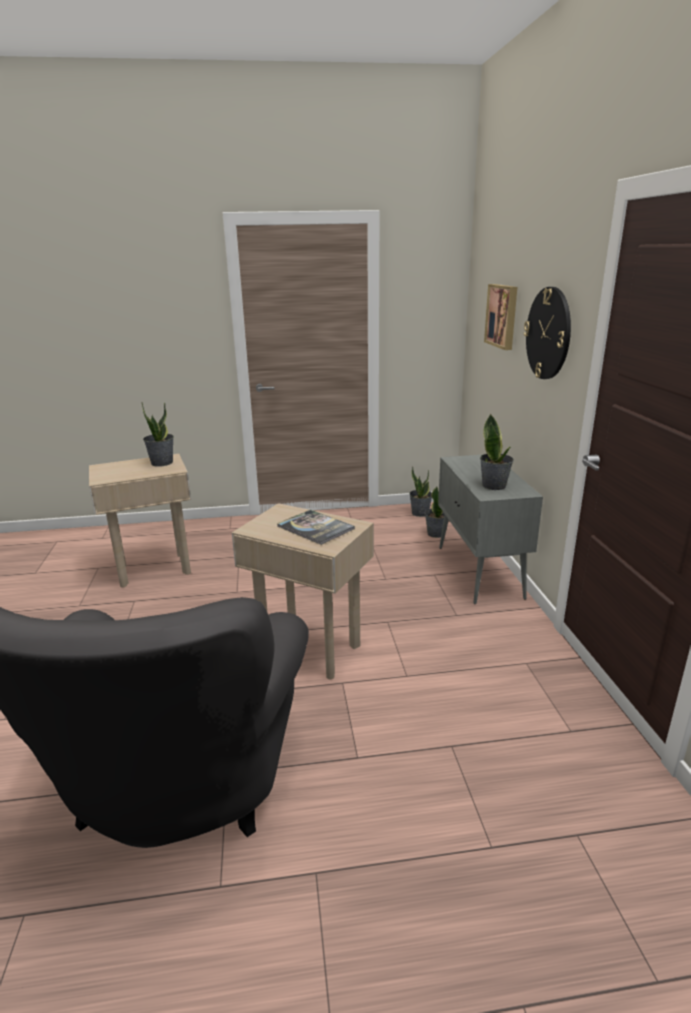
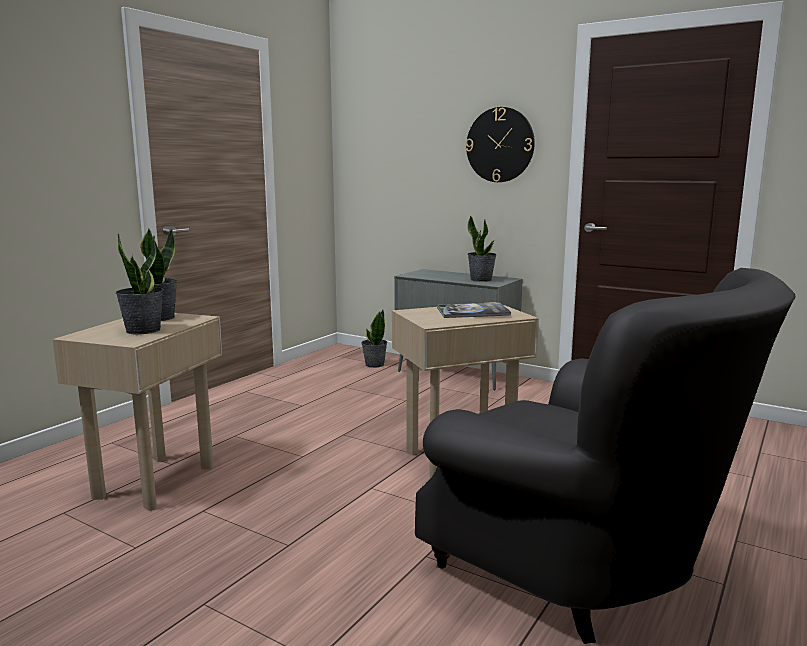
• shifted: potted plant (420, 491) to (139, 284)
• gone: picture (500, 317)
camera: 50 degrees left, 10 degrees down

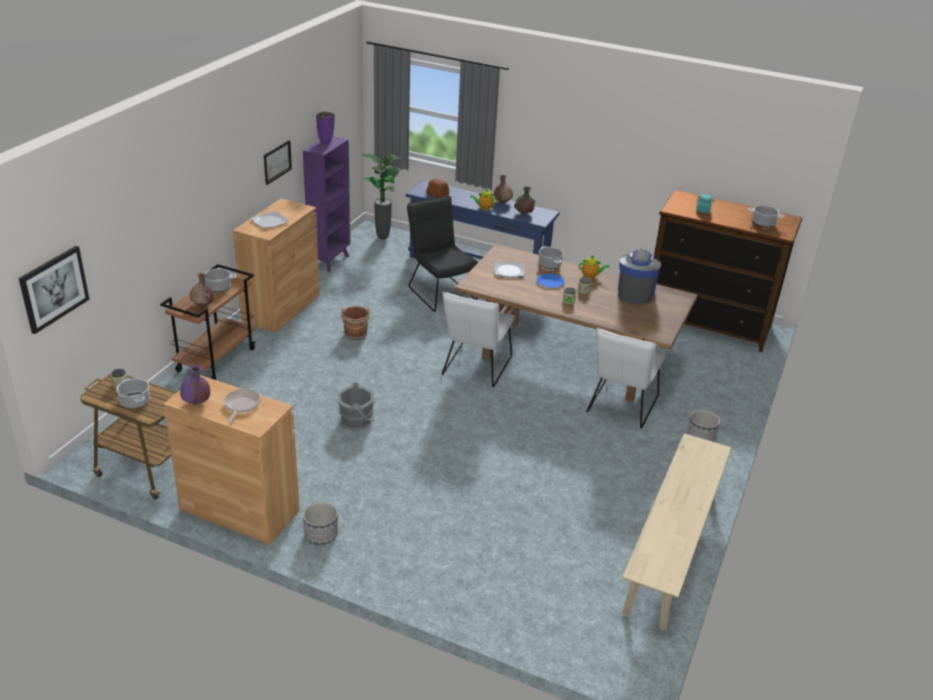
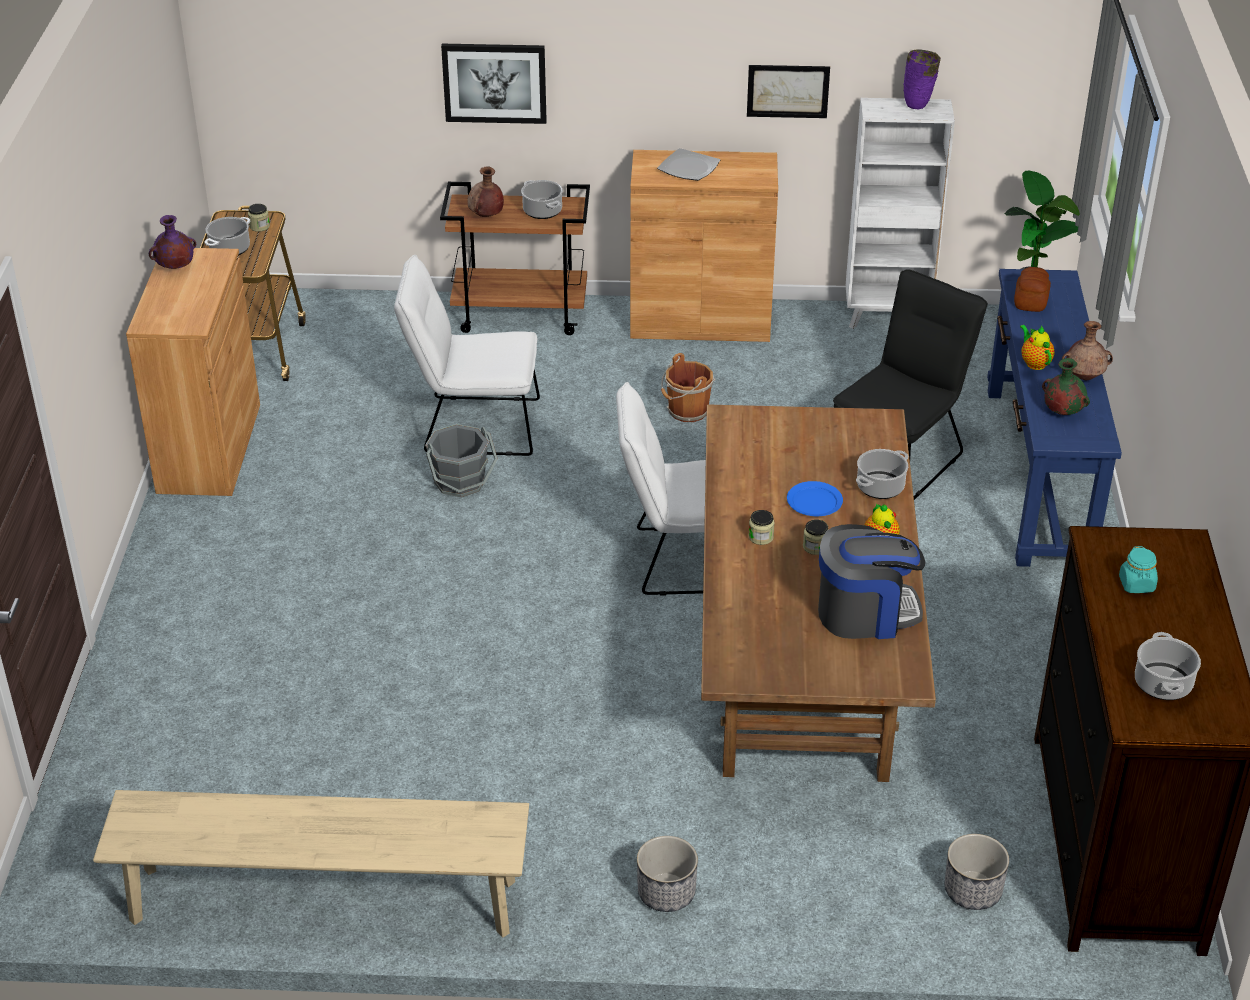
• shifted: white chair (625, 378) to (467, 355)
• shifted: picture (54, 290) to (494, 84)
• repainted: purple bookcase (327, 204) to white bookcase (900, 213)
• shifted: planter (320, 523) to (977, 872)
• gone: frying pan (242, 406)
• gone: plate (509, 269)
camera: 70 degrees right, 5 degrees up

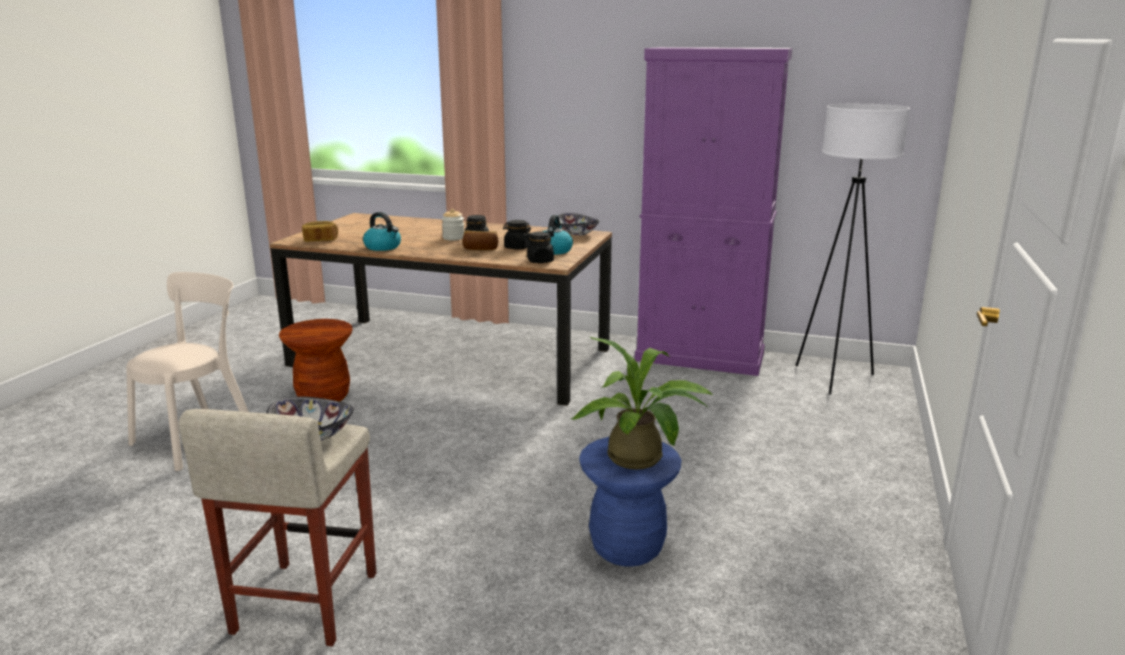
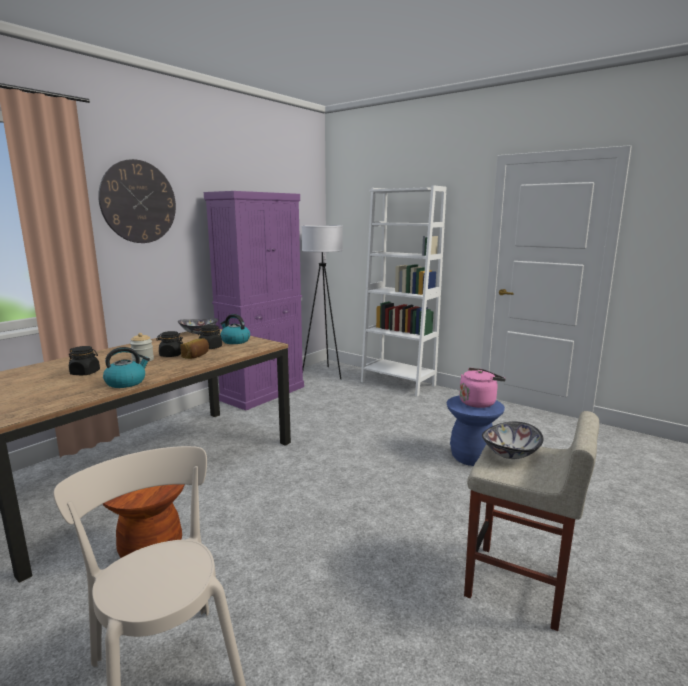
• shifted: black jar (540, 247) to (84, 360)
• new: wall clock (137, 201)
• new: white bookcase (403, 290)
• swapped: potted plant (642, 403) to pink kettle (482, 388)
• gone: bread (320, 231)
camera: 70 degrees left, 5 degrees down

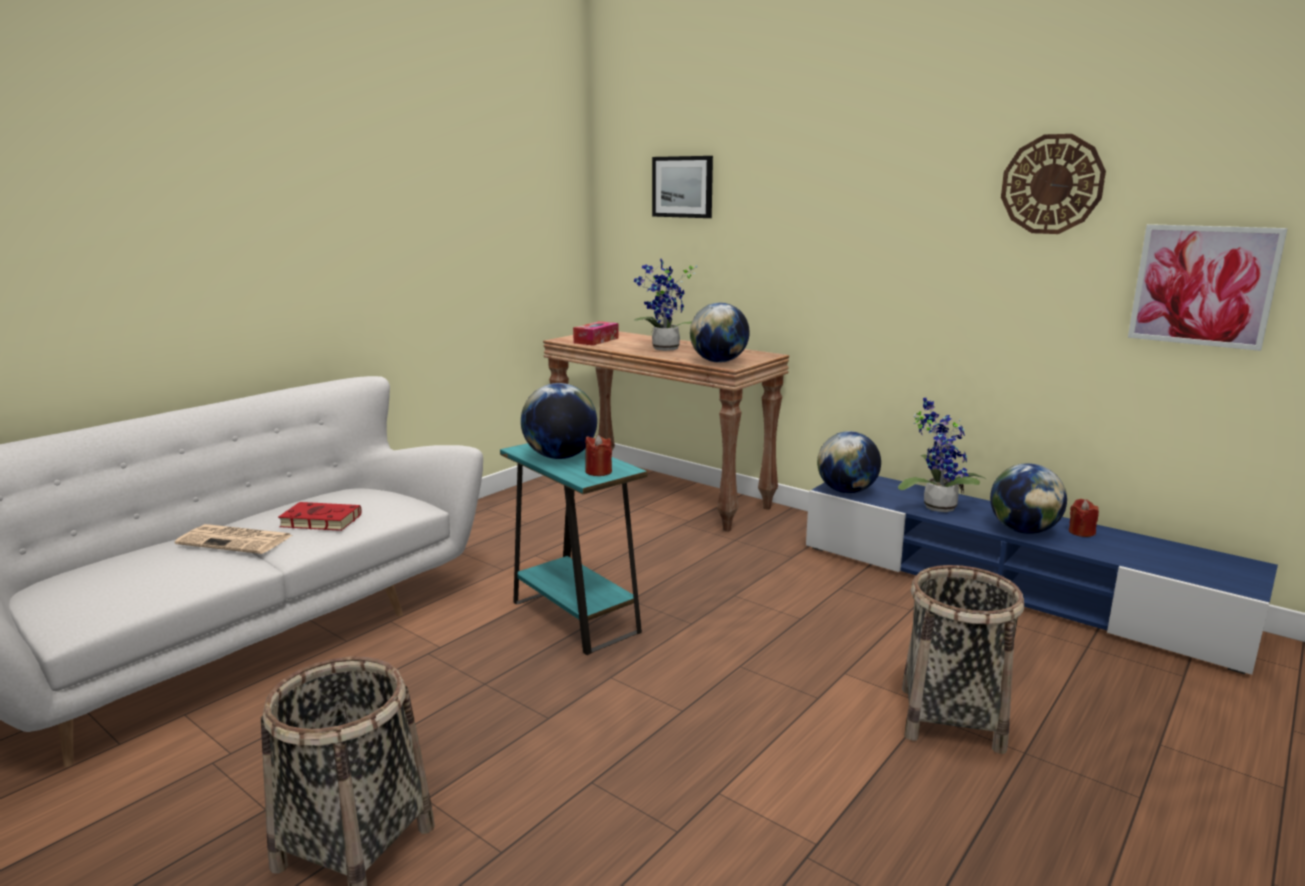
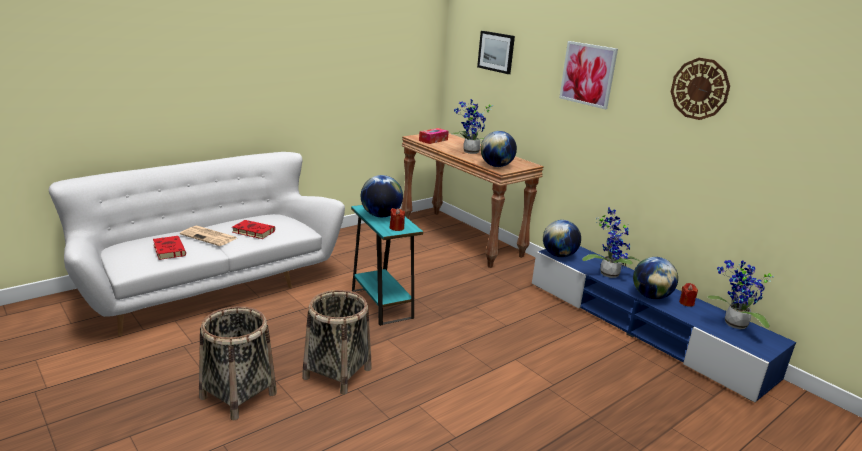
• new: red book (169, 248)
• shifted: basket (963, 659) to (336, 342)
• shifted: picture (1208, 287) to (588, 75)
• new: potted plant (740, 294)
camera: 10 degrees right, 5 degrees up

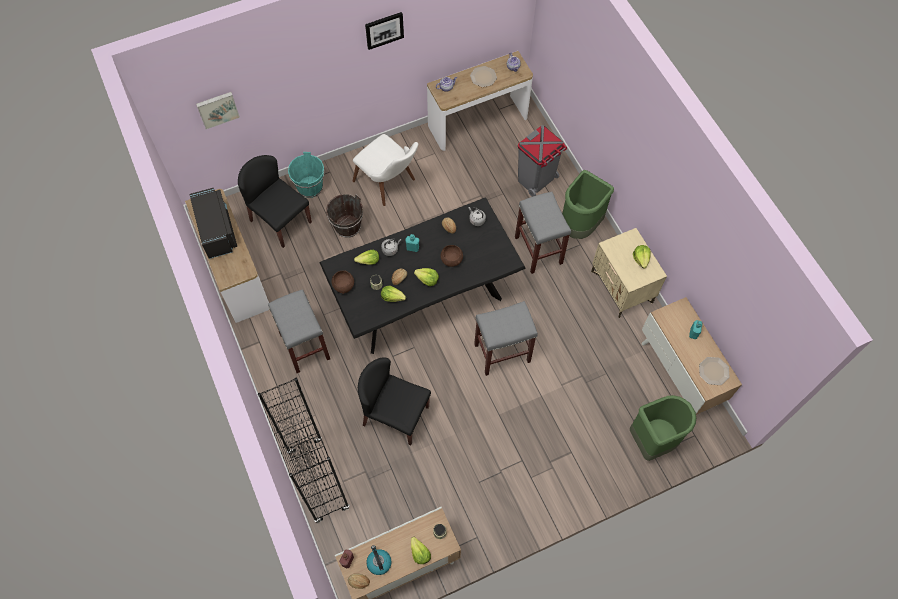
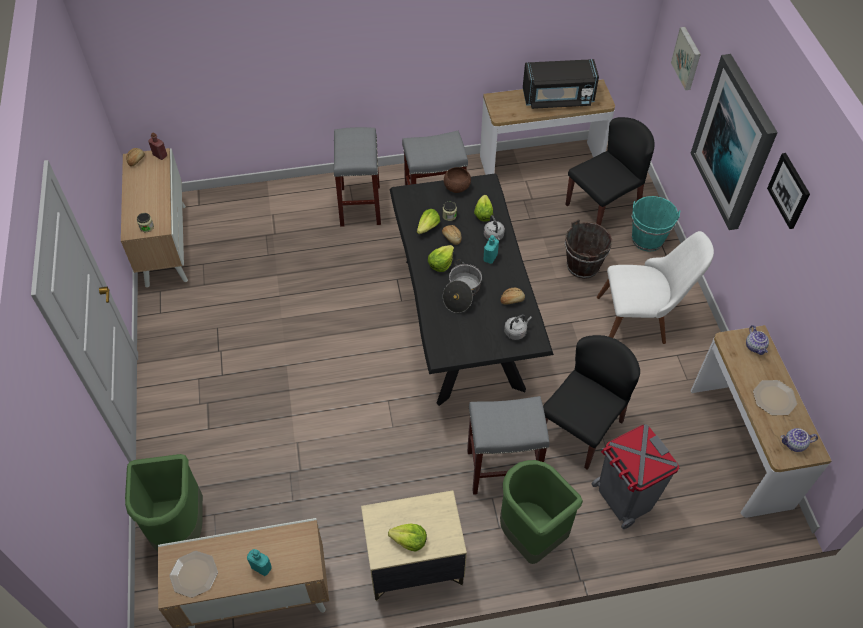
• shifted: grey stool (506, 338) to (357, 177)
• swapped: brown bowl (452, 256) to cooking pot (462, 286)
• shifted: black chair (394, 401) to (591, 402)
• rotated: white chair (385, 170) = (655, 287) 150 degrees counterclockwise
• new: picture (734, 142)
• gone: black bookcase (304, 450)
• gone: kettle (378, 560)
• gone: lettuce (421, 550)
camera: 105 degrees right, 10 degrees down

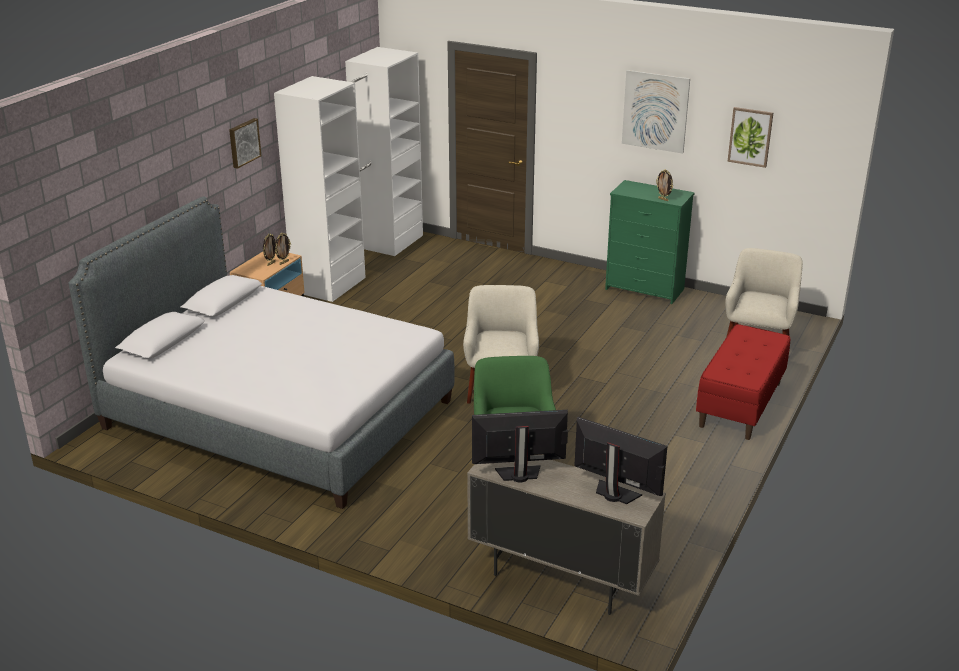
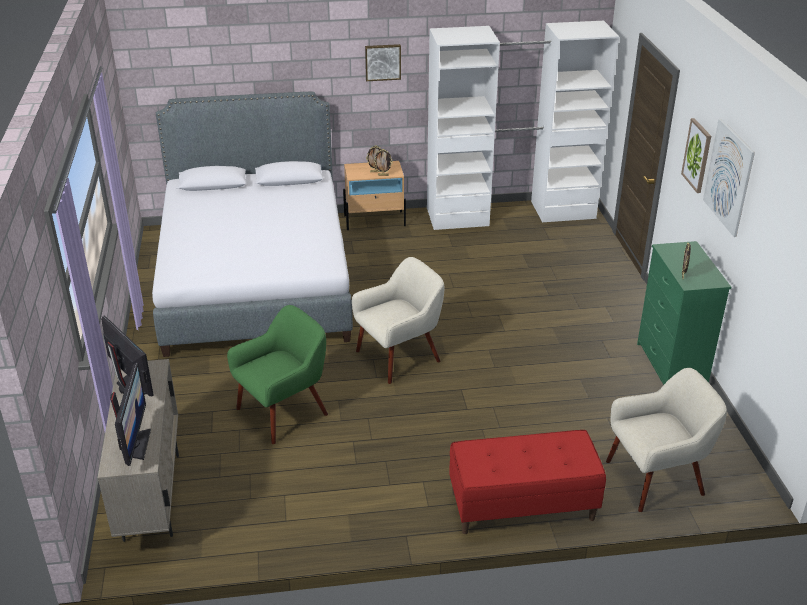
• shifted: picture (750, 137) to (696, 155)
camera: 55 degrees right, 5 degrees up

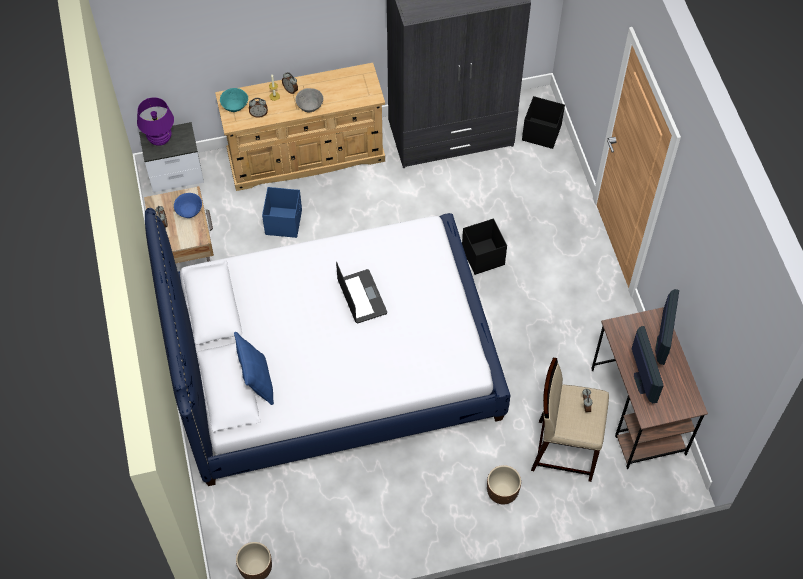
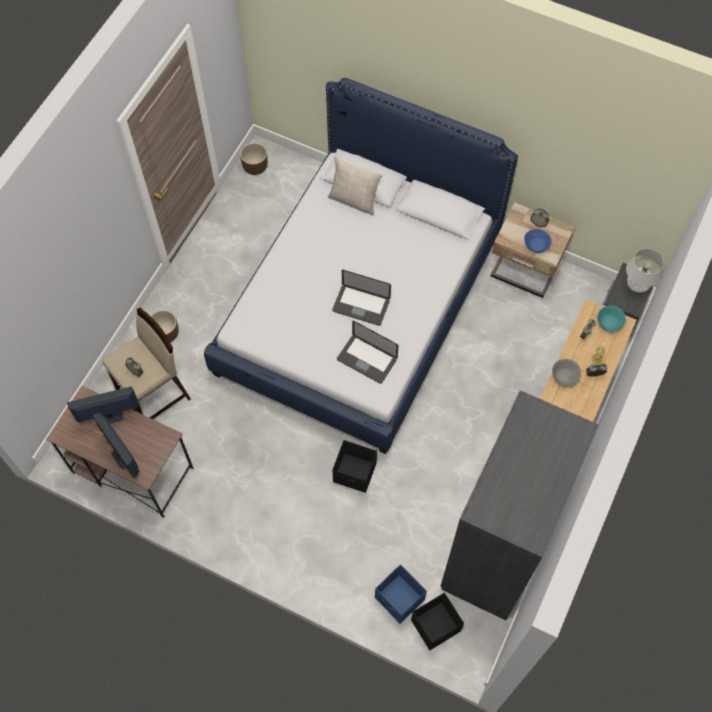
• rotated: monitor (648, 364) = (103, 405) 135 degrees clockwise
• repainted: blue pillow (254, 368) to beige pillow (355, 186)
• new: laptop (368, 352)
• shifted: blue storage box (282, 212) to (401, 594)
• repainted: purple table lamp (155, 121) to white table lamp (645, 270)
camera: 130 degrees right, 5 degrees up

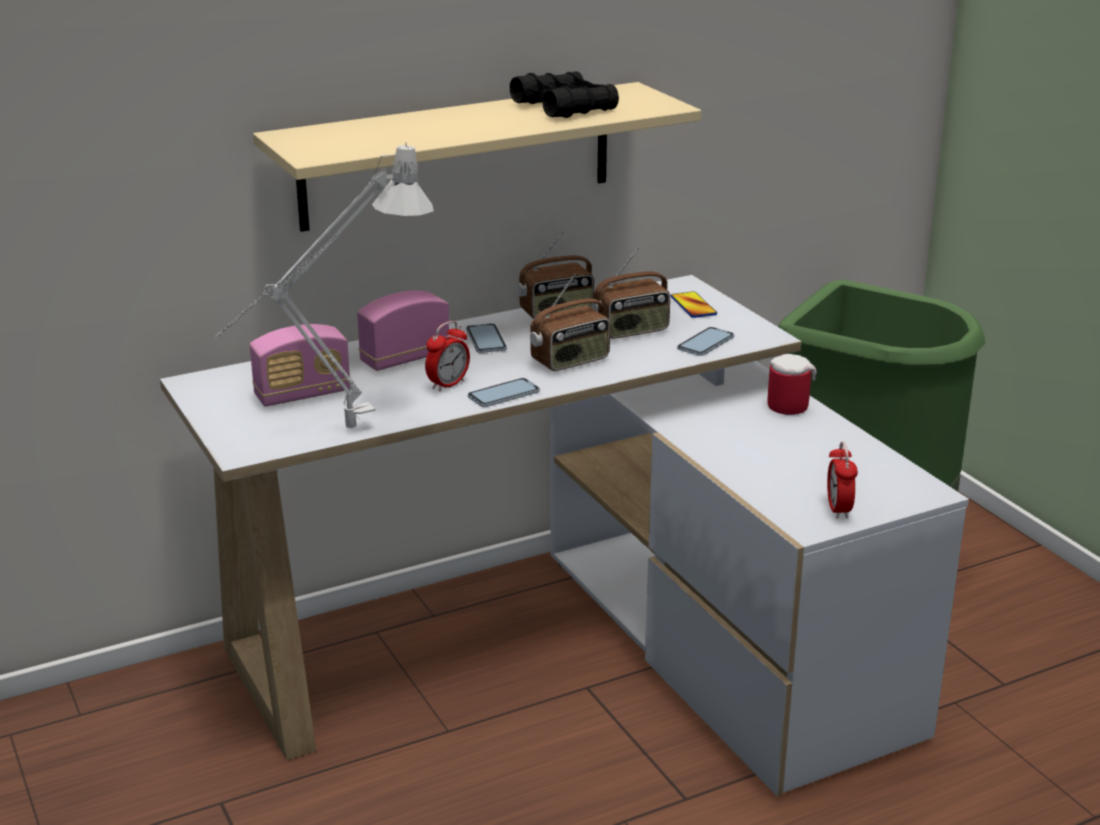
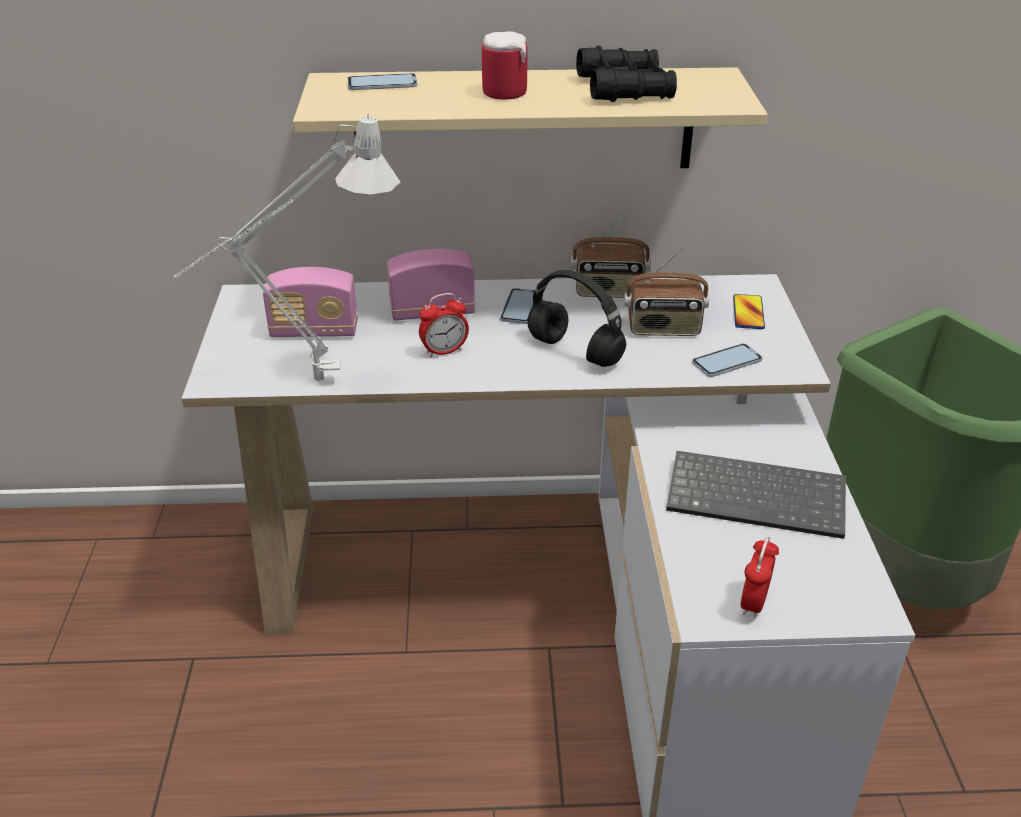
• shifted: phone (504, 392) to (382, 81)
• shifted: mug (792, 384) to (504, 65)
• swapped: radio (570, 322) to black headphones (576, 318)
• new: keyboard (756, 495)
camera: 25 degrees right, 10 degrees up

